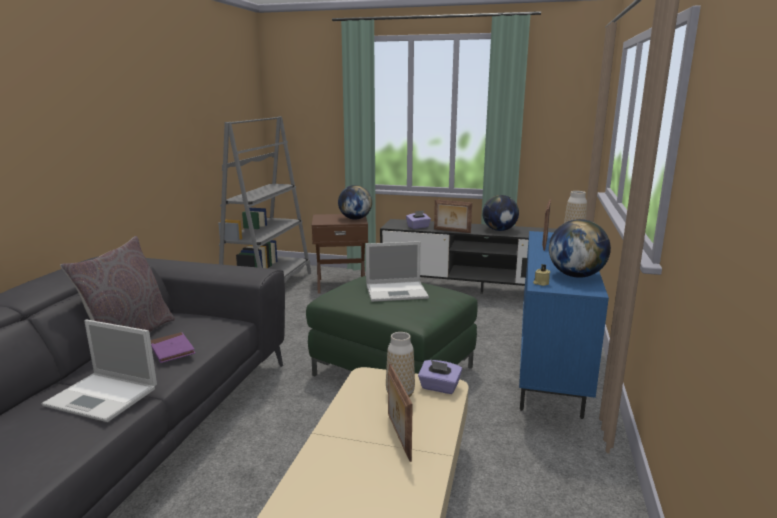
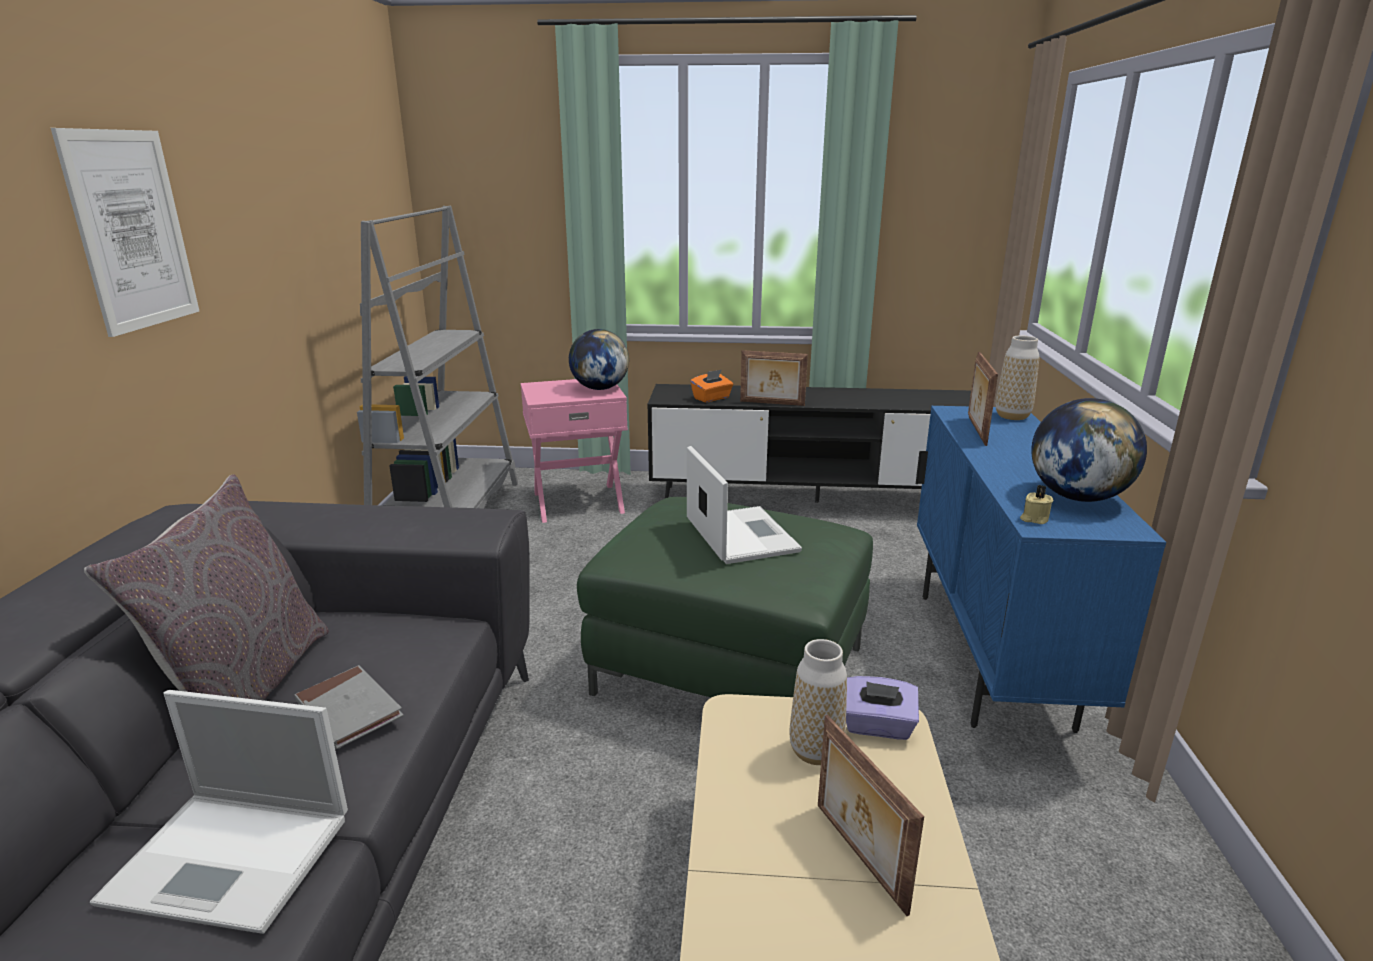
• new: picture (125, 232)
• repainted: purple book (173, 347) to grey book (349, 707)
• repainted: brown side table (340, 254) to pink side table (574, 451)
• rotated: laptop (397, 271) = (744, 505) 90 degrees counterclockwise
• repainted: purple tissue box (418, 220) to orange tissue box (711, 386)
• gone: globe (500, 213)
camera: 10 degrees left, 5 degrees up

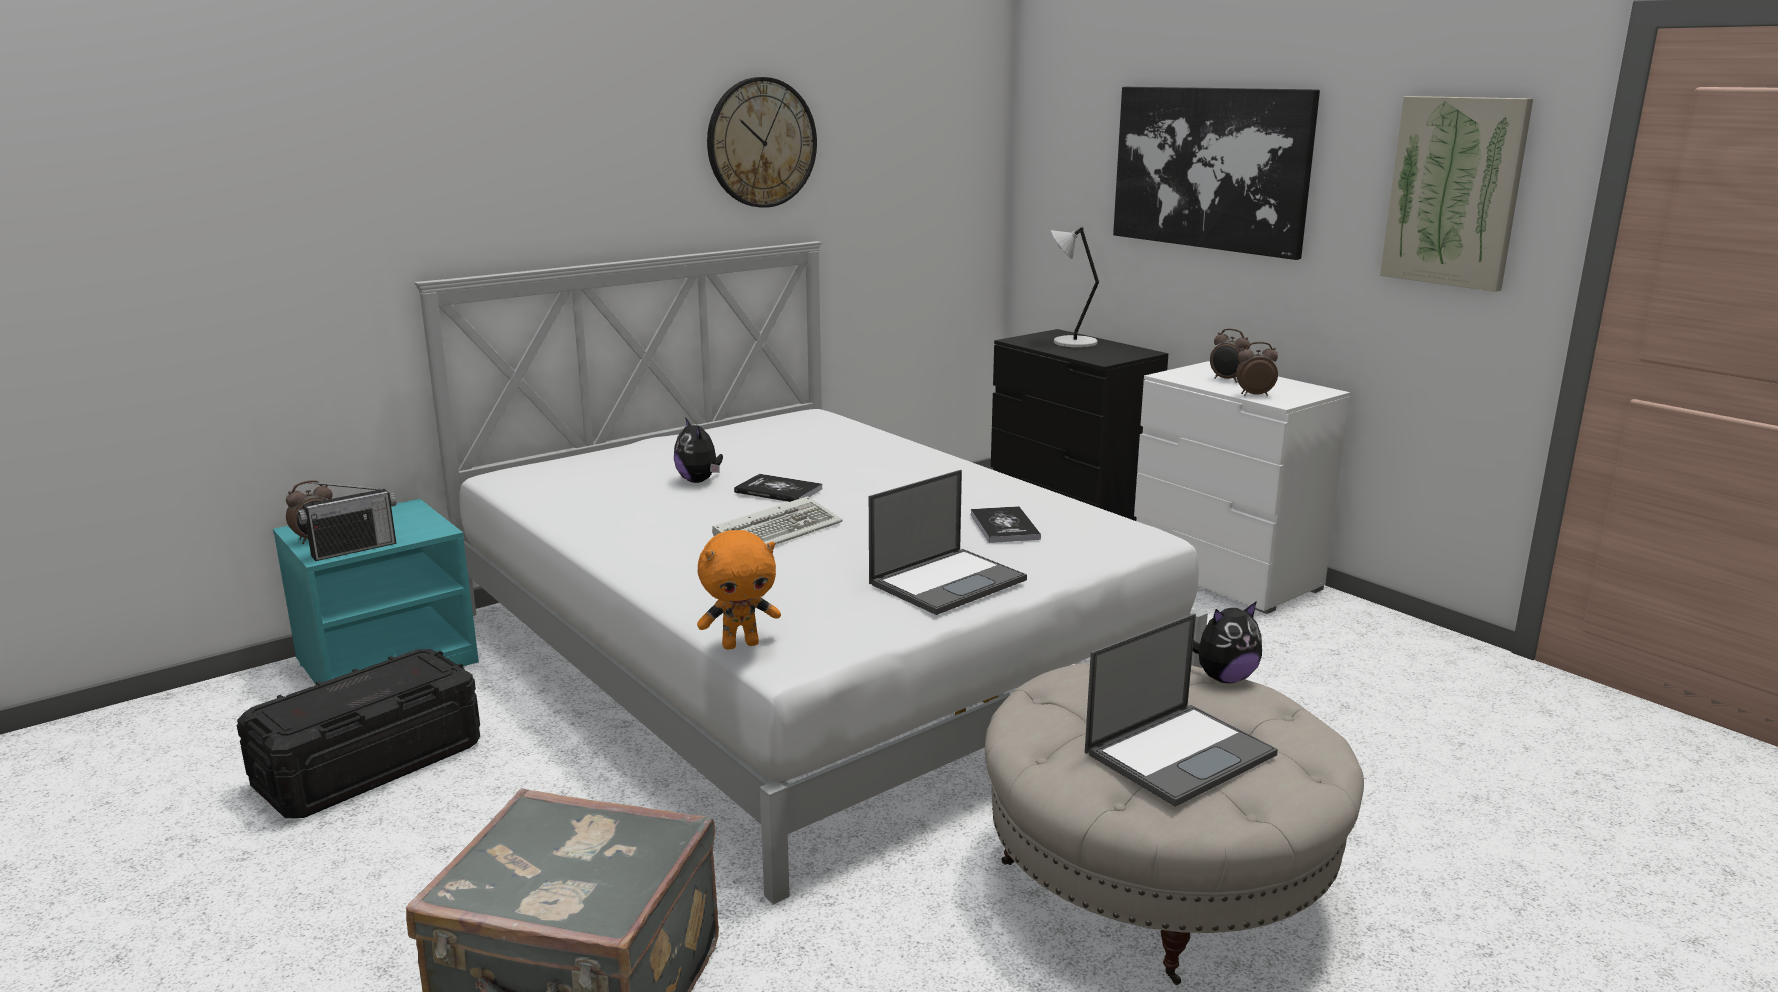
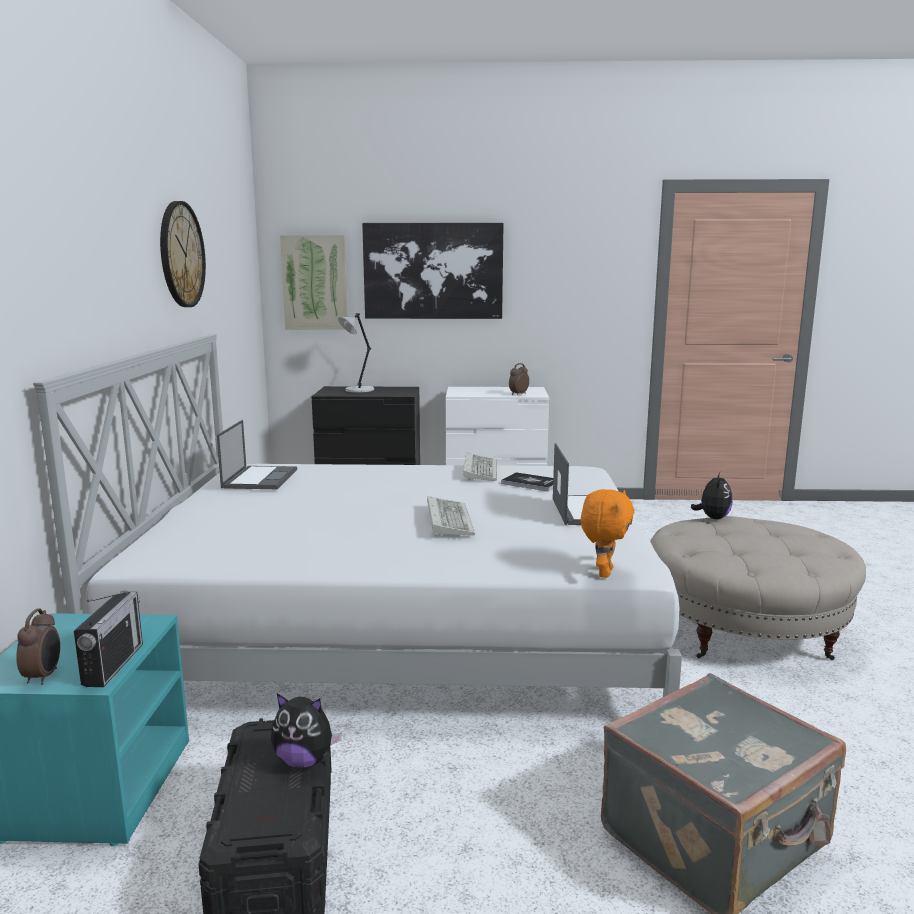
• shifted: laptop (1181, 710) to (257, 454)
• shifted: plush toy (698, 450) to (306, 731)
• shifted: picture (1456, 194) to (314, 282)
• new: keyboard (480, 466)
• gone: book (778, 488)
• gone: alarm clock (1230, 355)
camera: 50 degrees left, 5 degrees down

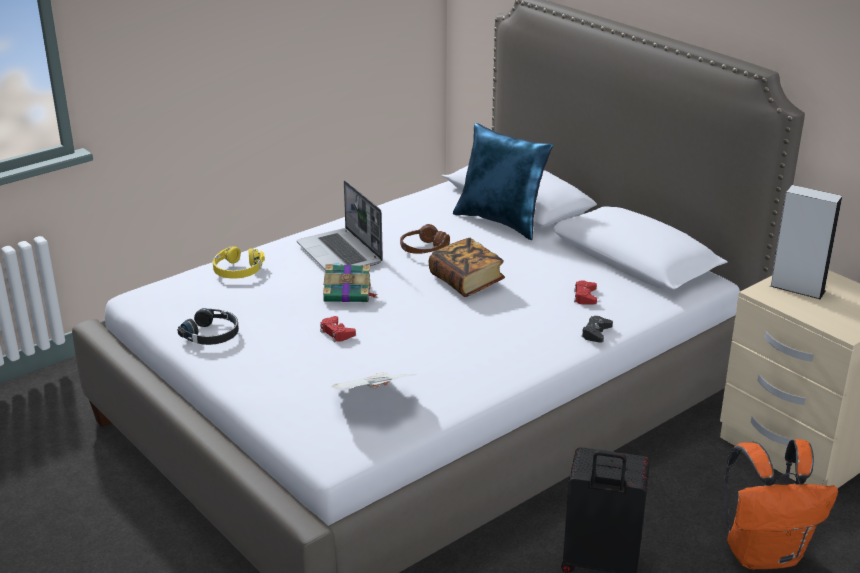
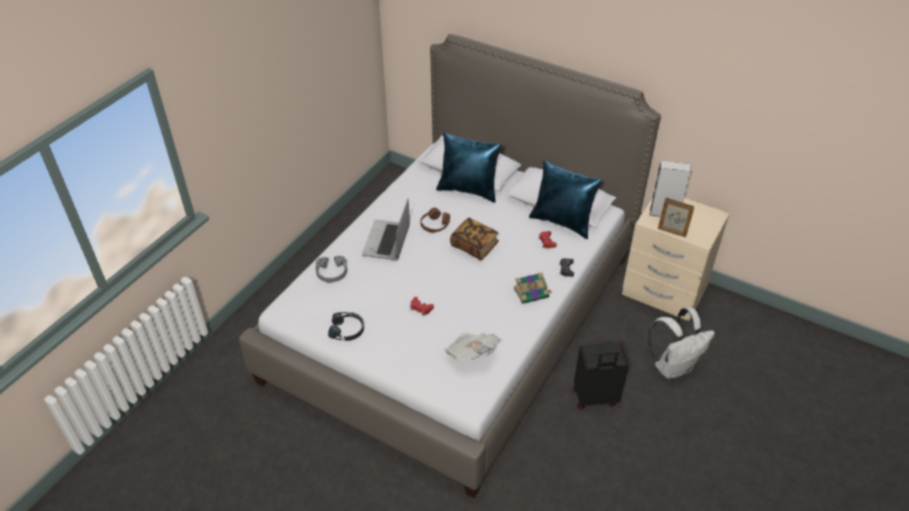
• repainted: yellow headphones (239, 263) to grey headphones (331, 269)
• rotated: laptop (339, 224) = (386, 230) 60 degrees clockwise
• shifted: book (350, 283) to (533, 288)
• new: blue pillow (565, 199)
• repainted: orange backpack (781, 504) to white backpack (681, 343)
• new: picture frame (676, 217)
camera: 20 degrees left, 15 degrees up

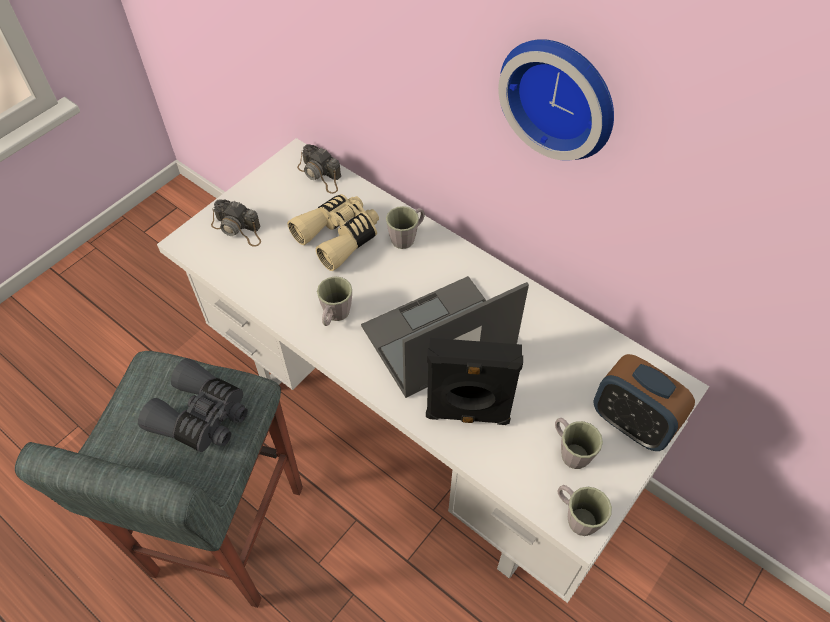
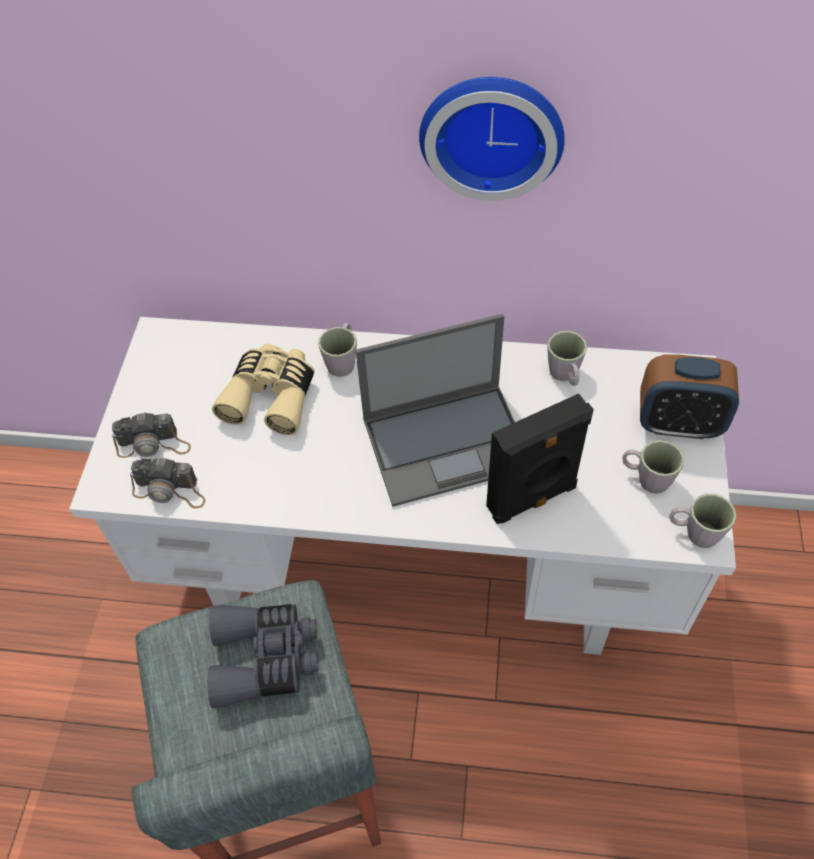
• shifted: photo camera (319, 169) to (167, 483)
• rotated: laptop (445, 337) = (435, 410) 135 degrees counterclockwise
• shifted: grey mug (334, 301) to (567, 358)
camera: 30 degrees left, 0 degrees up

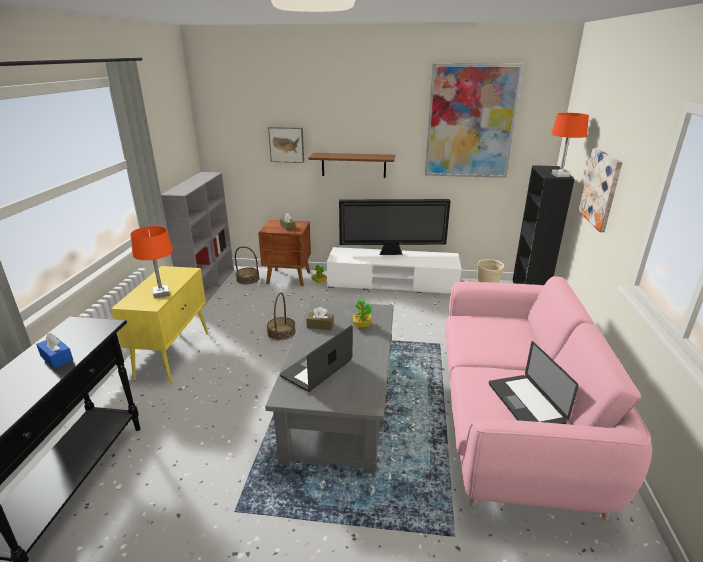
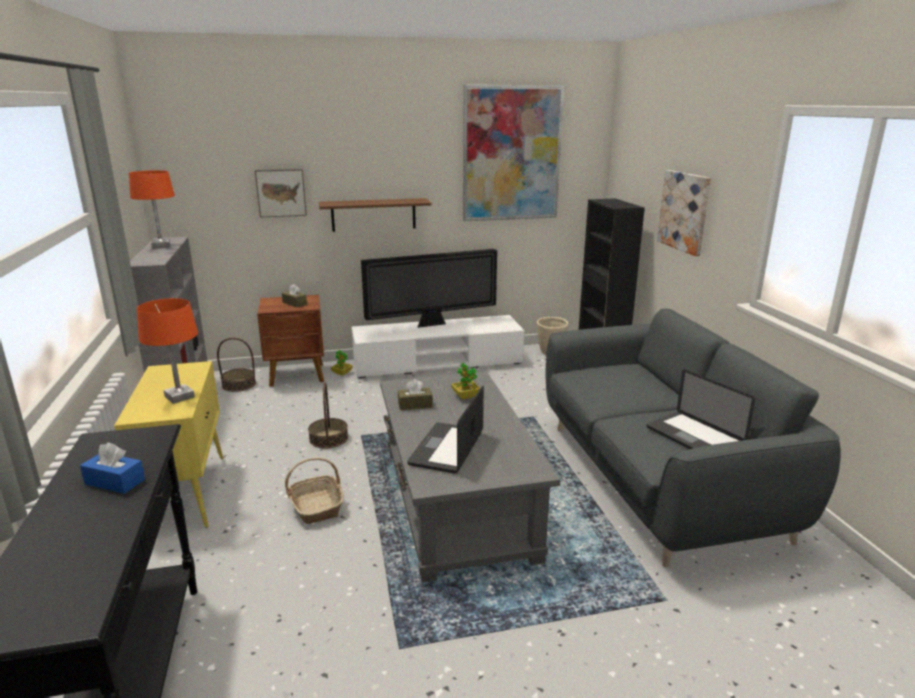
• shifted: orange table lamp (570, 145) to (152, 209)
• new: basket (314, 491)
• repainted: pink sofa (548, 398) to grey sofa (693, 437)
camera: 20 degrees left, 5 degrees down

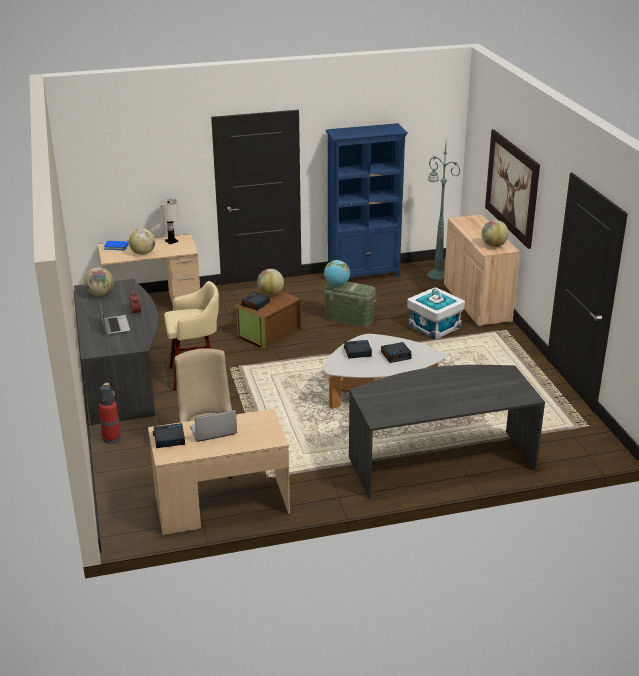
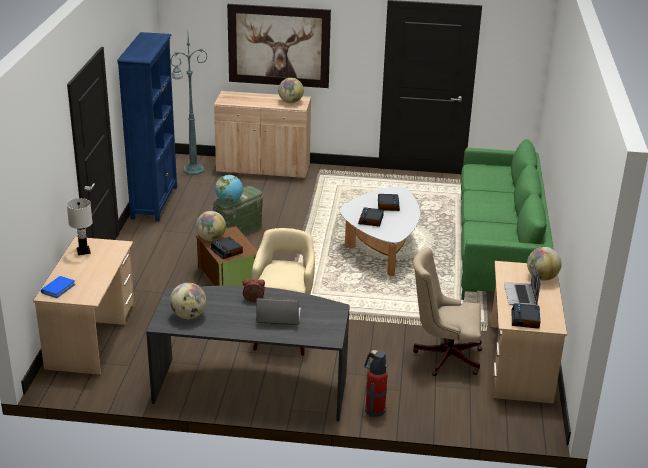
• swapped: grey desk (447, 432) to green sofa (507, 219)
• shifted: globe (142, 241) to (544, 264)
• gone: white storage box (436, 313)
camera: 70 degrees left, 0 degrees up

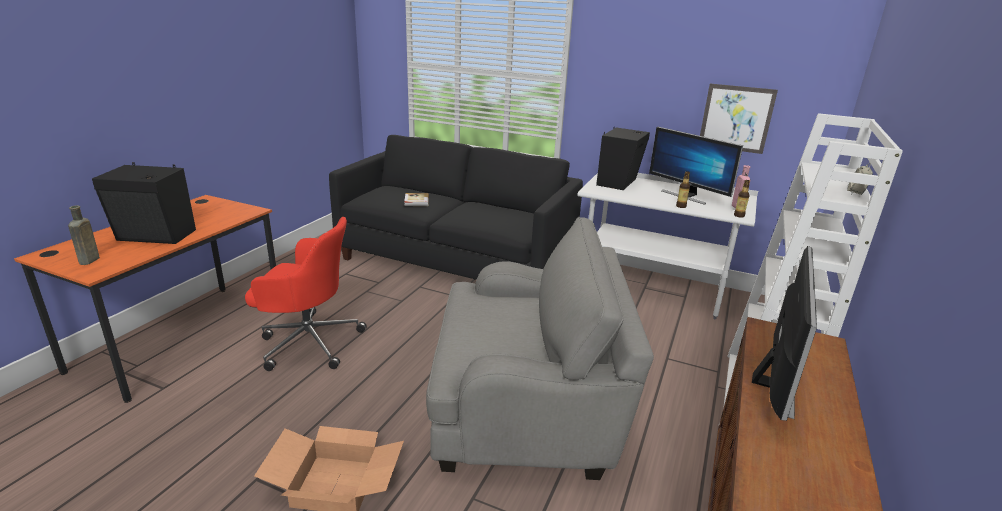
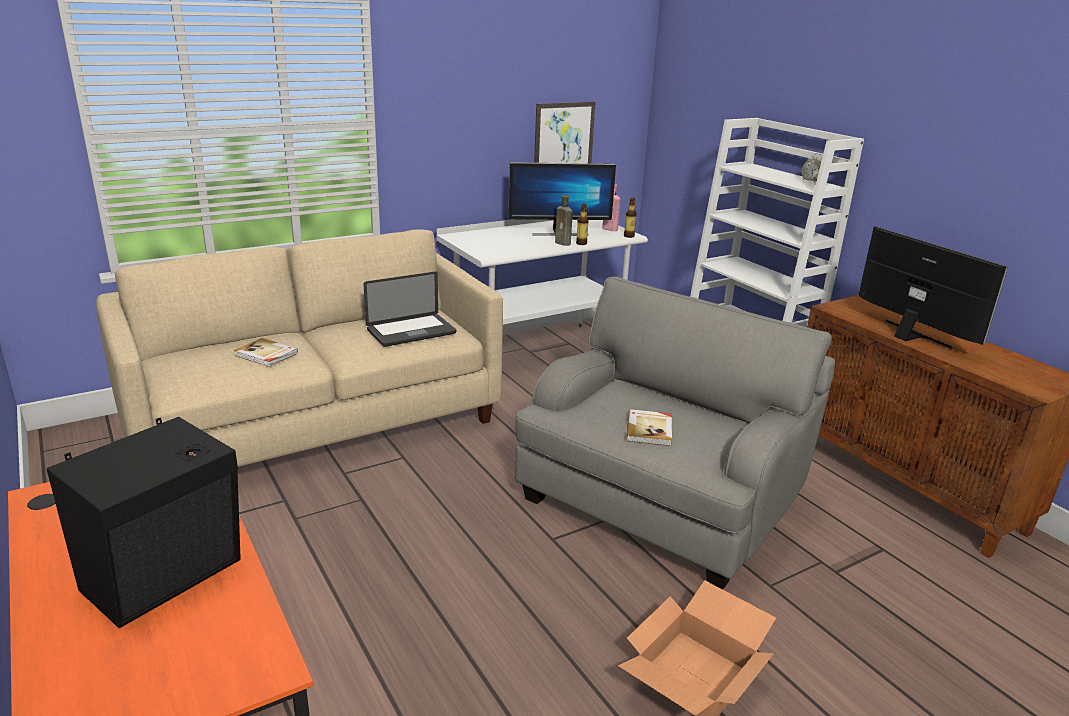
• repainted: black sofa (456, 207) to beige sofa (299, 348)
• new: laptop (410, 309)
• shifted: brown bottle (84, 235) to (564, 220)
• new: book (649, 427)
• gone: red office chair (306, 294)
• gone: black speaker (623, 159)
camera: 55 degrees left, 0 degrees up

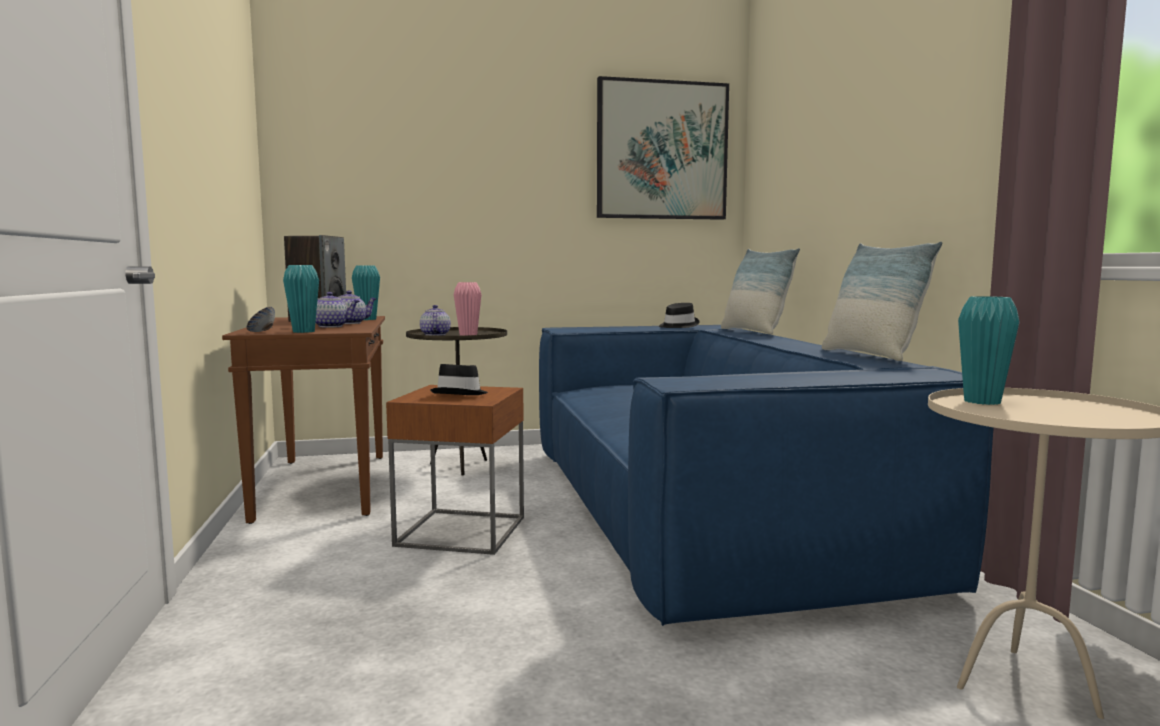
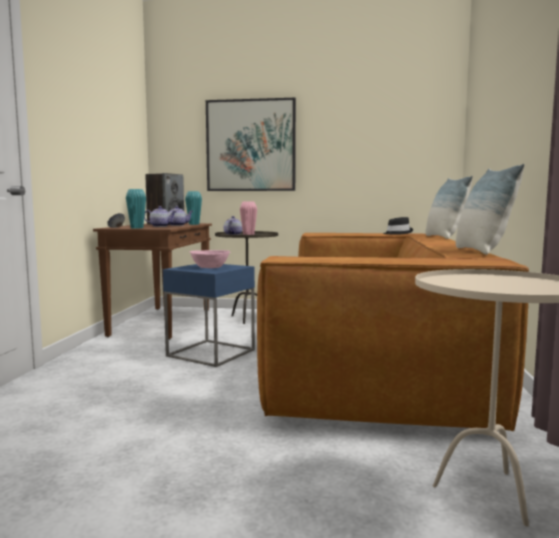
• repainted: brown side table (455, 470) to blue side table (209, 315)
• swapped: black hat (459, 379) to pink bowl (210, 259)
• shifted: picture (663, 148) to (251, 144)
• repainted: blue sofa (766, 475) to brown sofa (393, 332)
• gone: turquoise vase (989, 350)
camera: 20 degrees right, 0 degrees up

